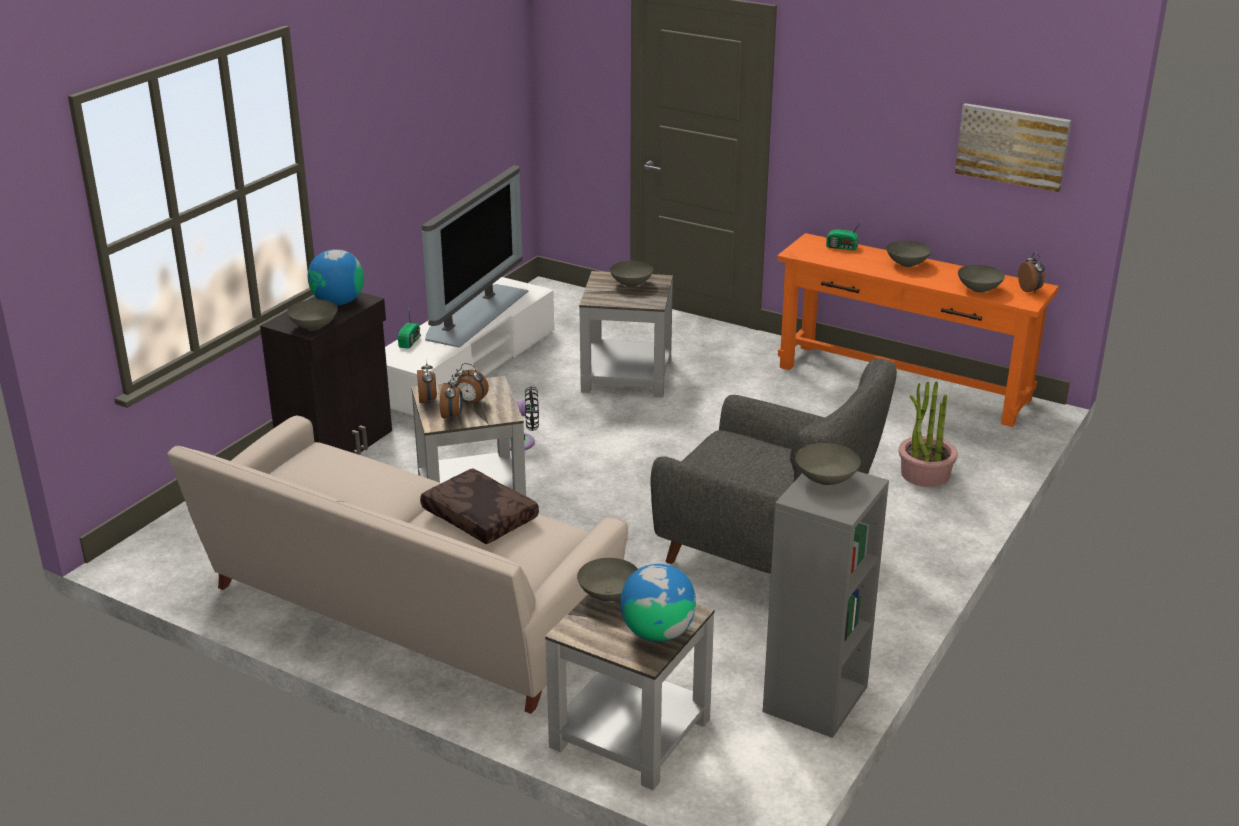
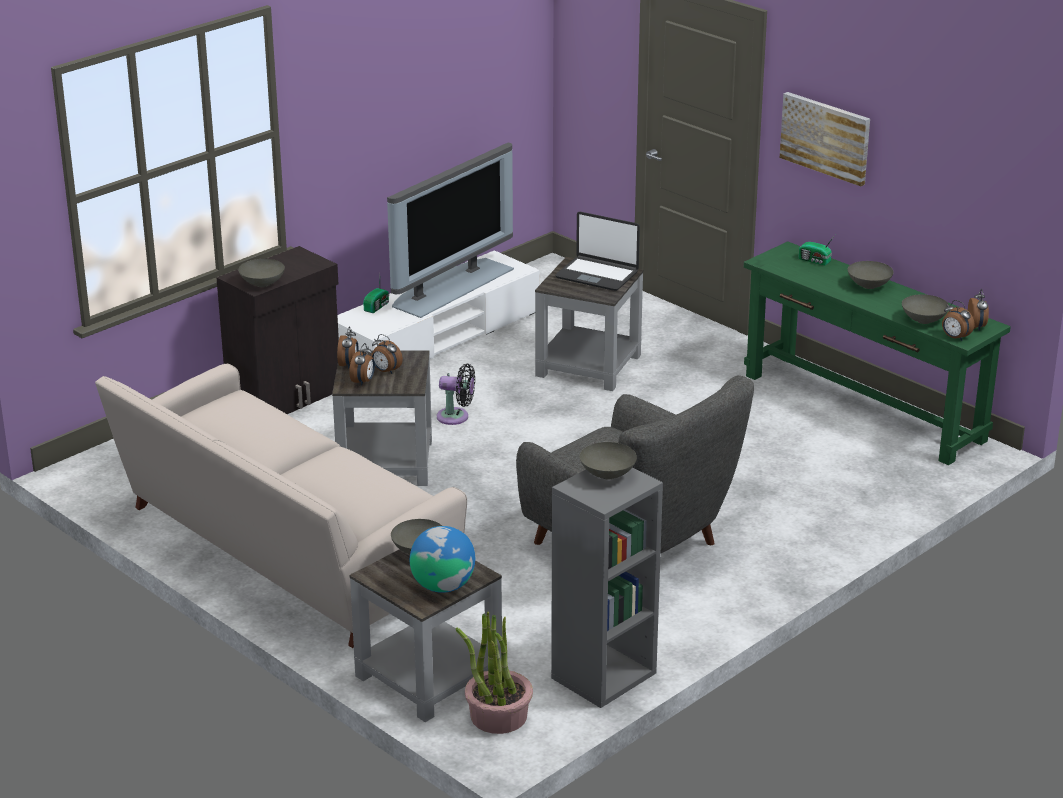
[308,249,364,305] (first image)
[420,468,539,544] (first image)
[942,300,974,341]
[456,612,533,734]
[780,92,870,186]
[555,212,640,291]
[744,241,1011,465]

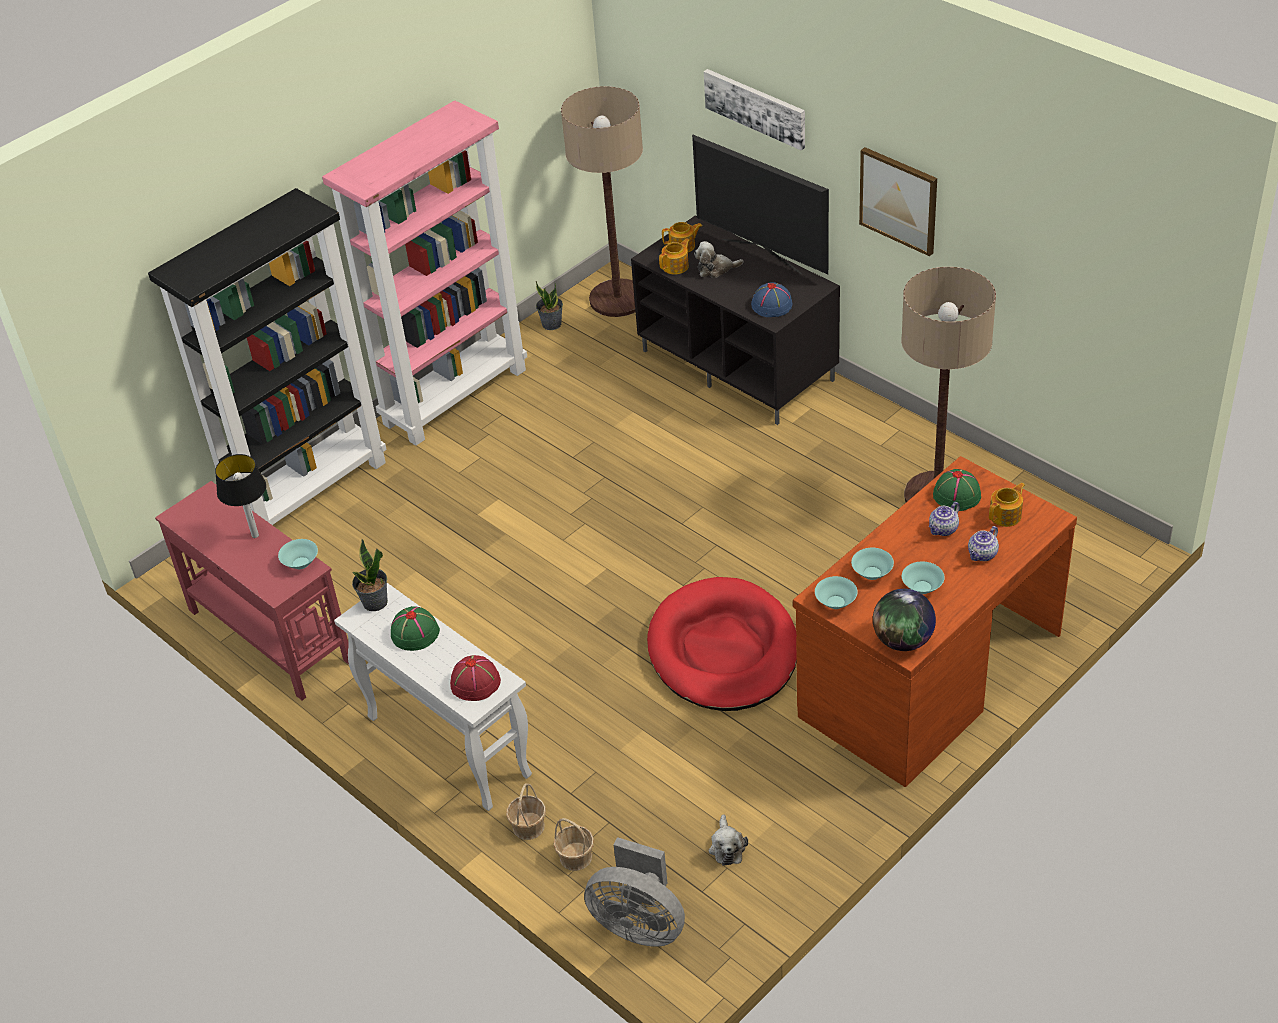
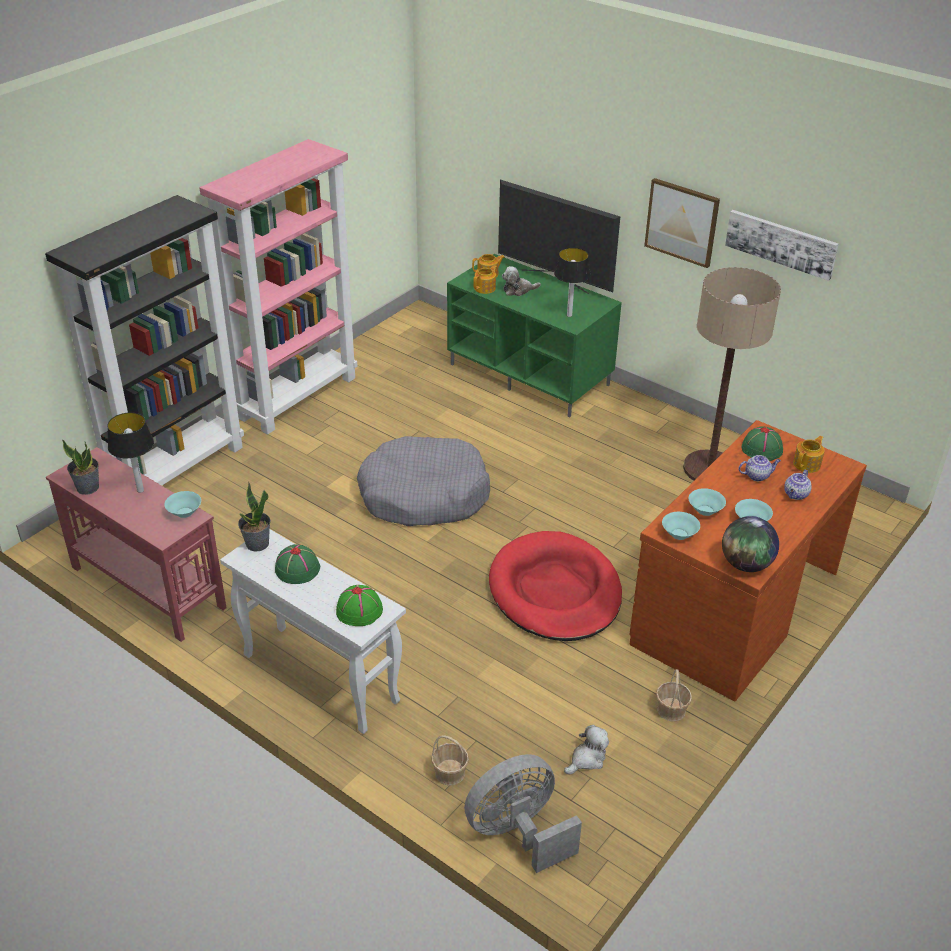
[561,86,643,317] (first image)
[357,436,490,526]
[656,669,692,721]
[62,439,99,495]
[725,210,839,281]
[554,248,591,317]
[336,585,383,626]
[447,254,622,418]
[464,754,582,873]
[564,725,609,775]
[738,455,781,481]

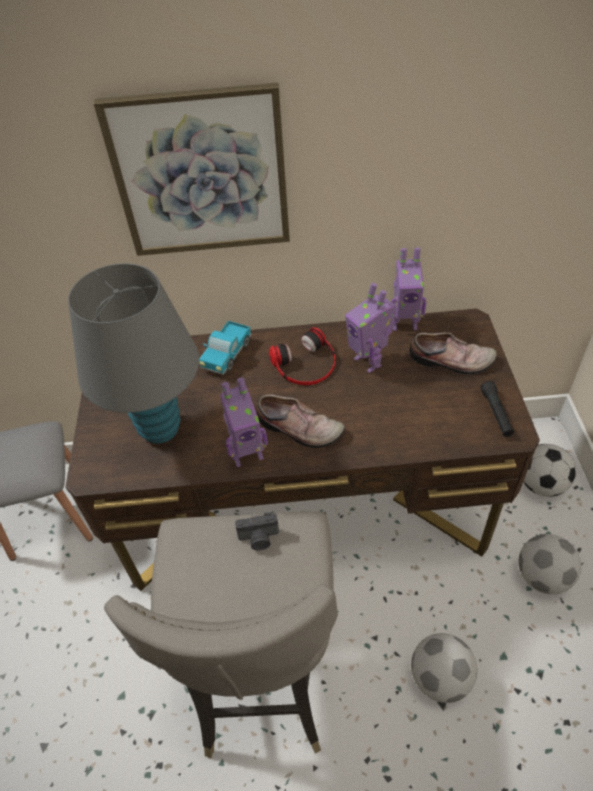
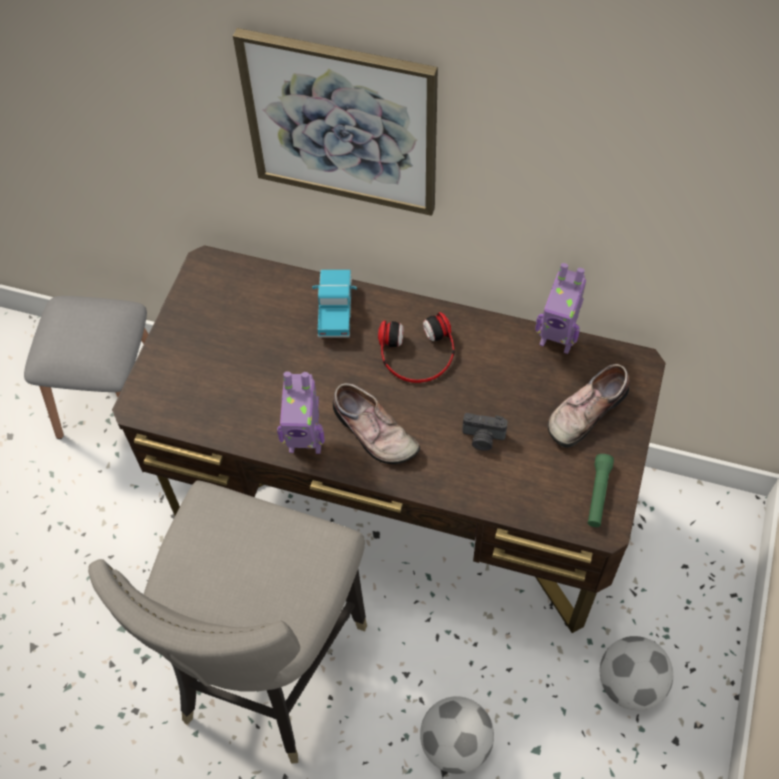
[68,263,199,444] (first image)
[345,283,396,373] (first image)
[523,444,576,497] (first image)
[462,413,508,451]
[588,454,614,527]
[312,270,357,338]
[548,364,630,448]

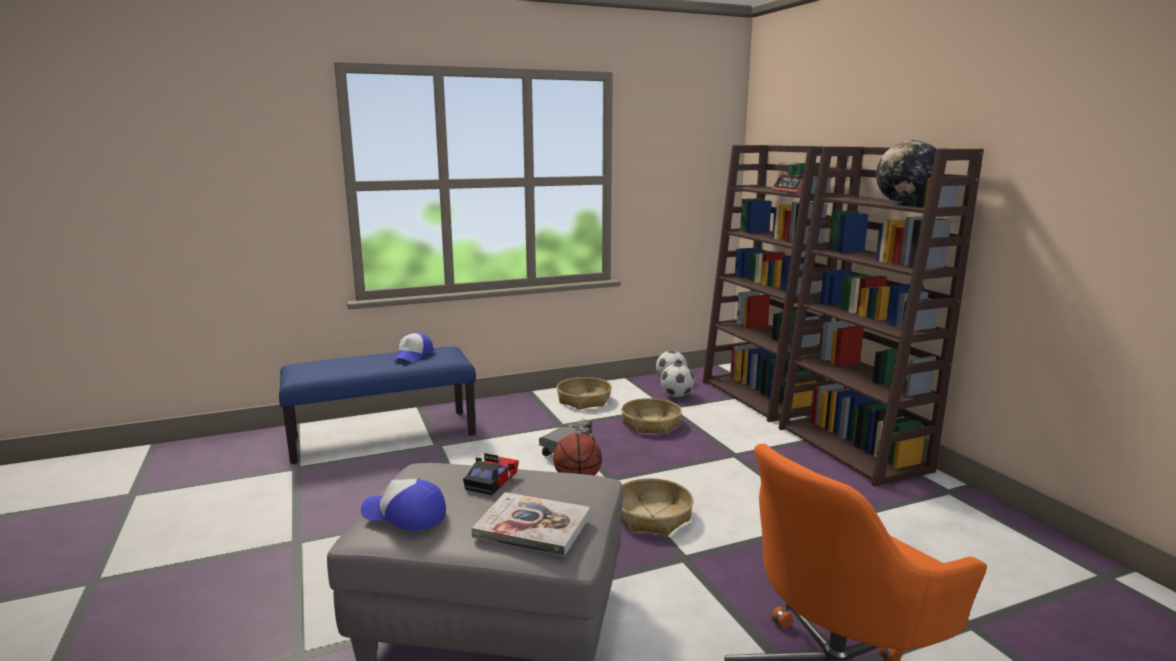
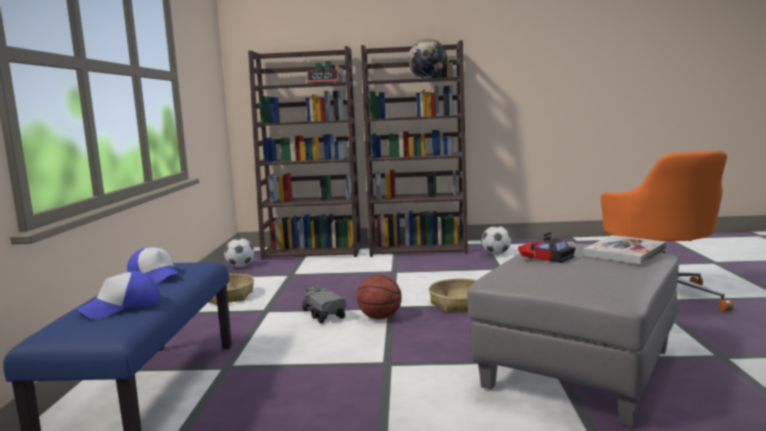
[621,398,682,435] (first image)
[77,271,160,319]
[482,226,511,255]

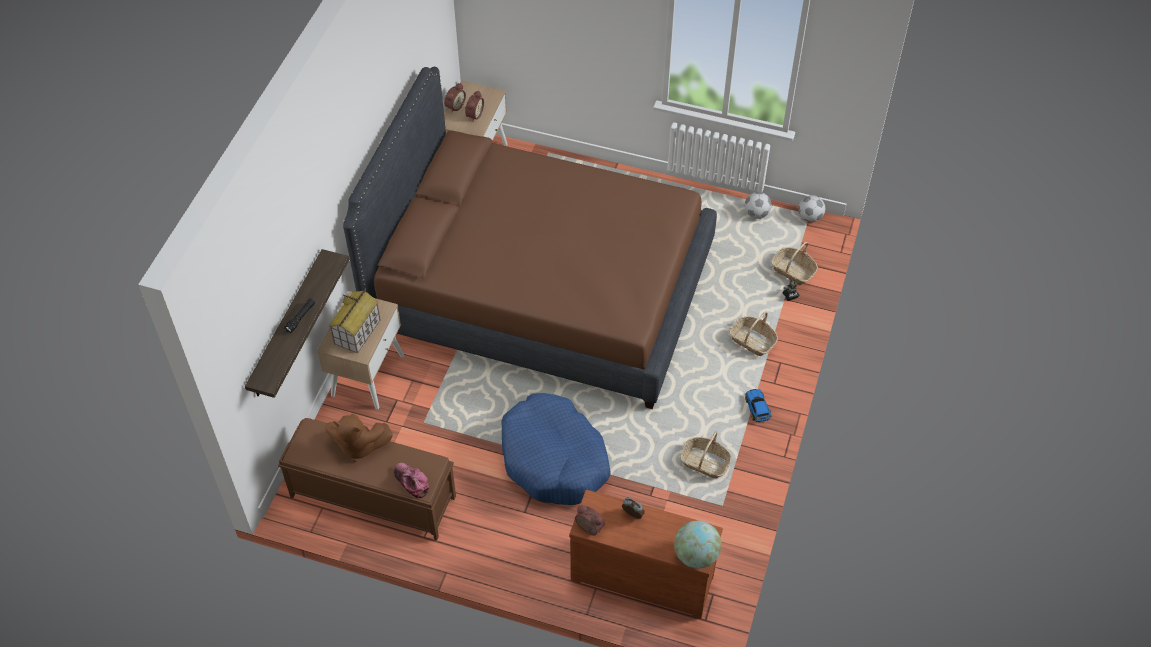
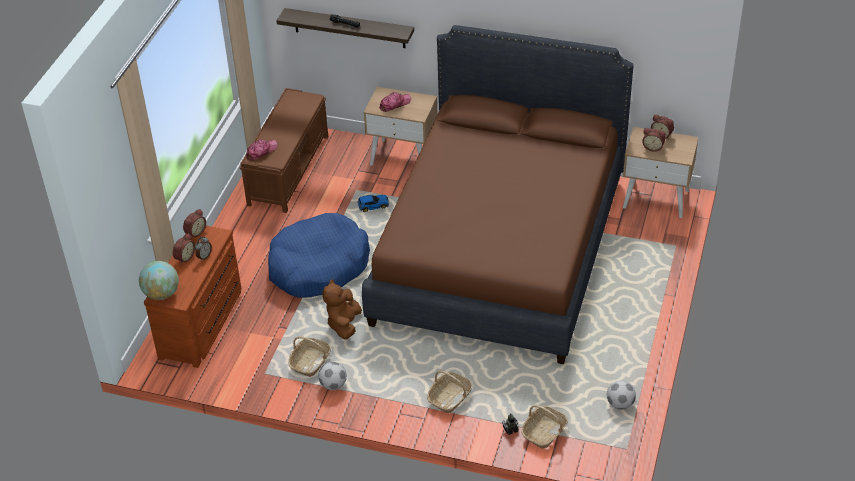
[173,233,195,264]
[322,279,362,339]
[358,195,389,212]
[318,362,347,390]
[379,92,411,112]

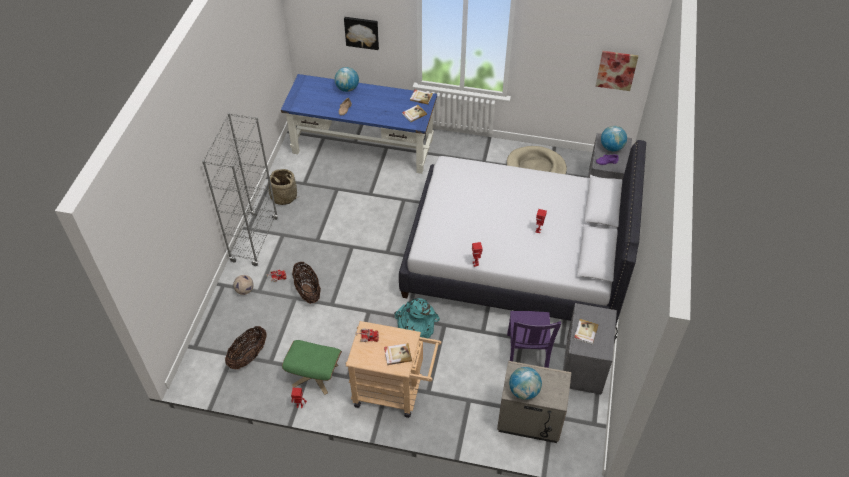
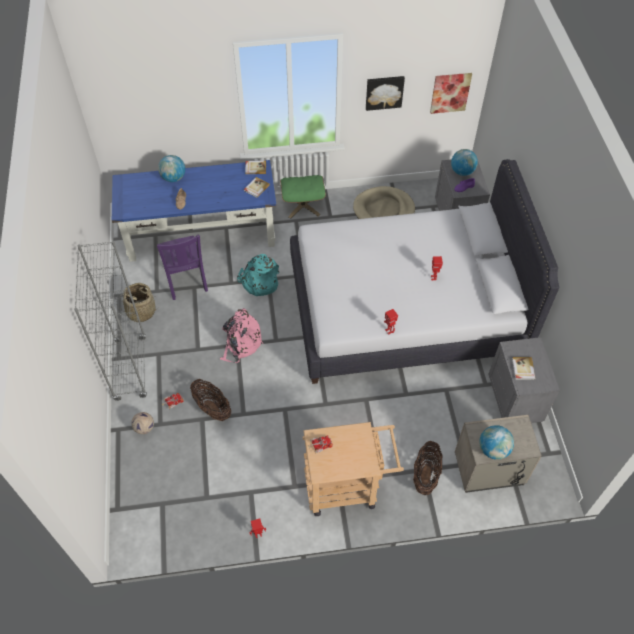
[384,343,412,365] (first image)
[220,308,263,363]
[413,441,443,495]
[280,175,326,218]
[366,76,405,111]
[237,254,279,296]
[157,234,208,300]

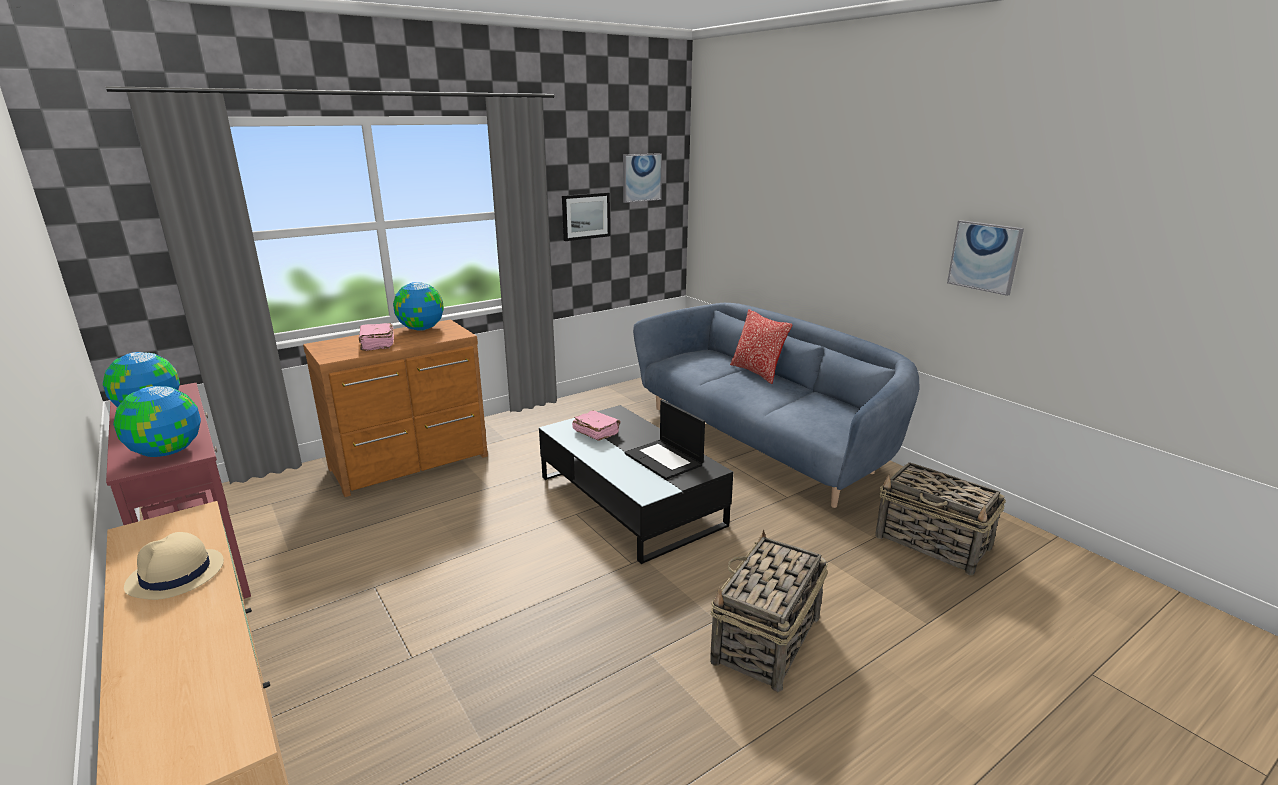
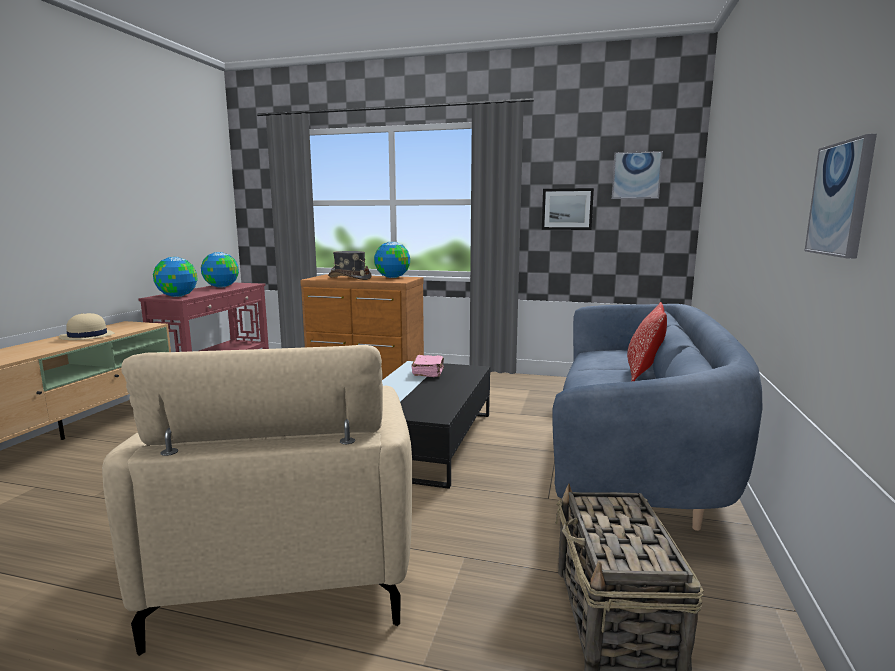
[625,400,705,480] (first image)
[328,251,372,280]
[102,345,412,656]

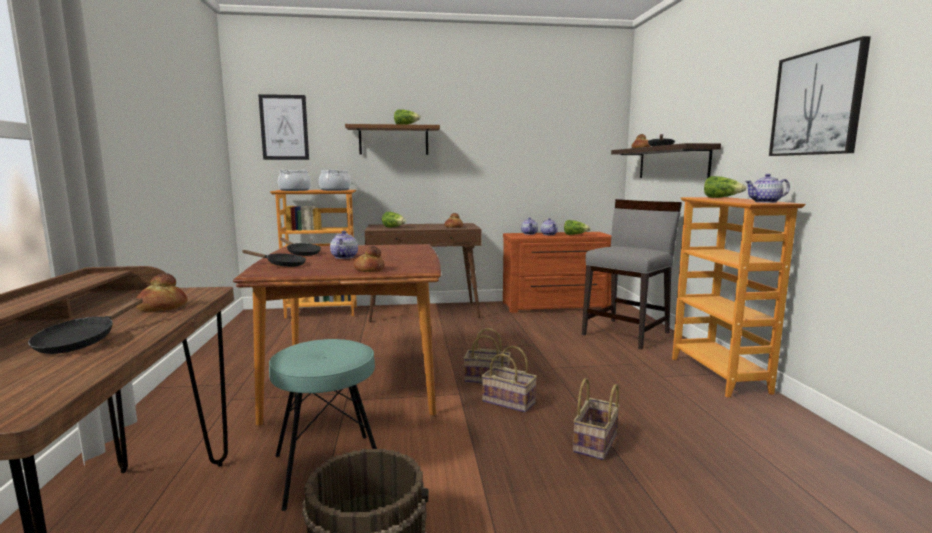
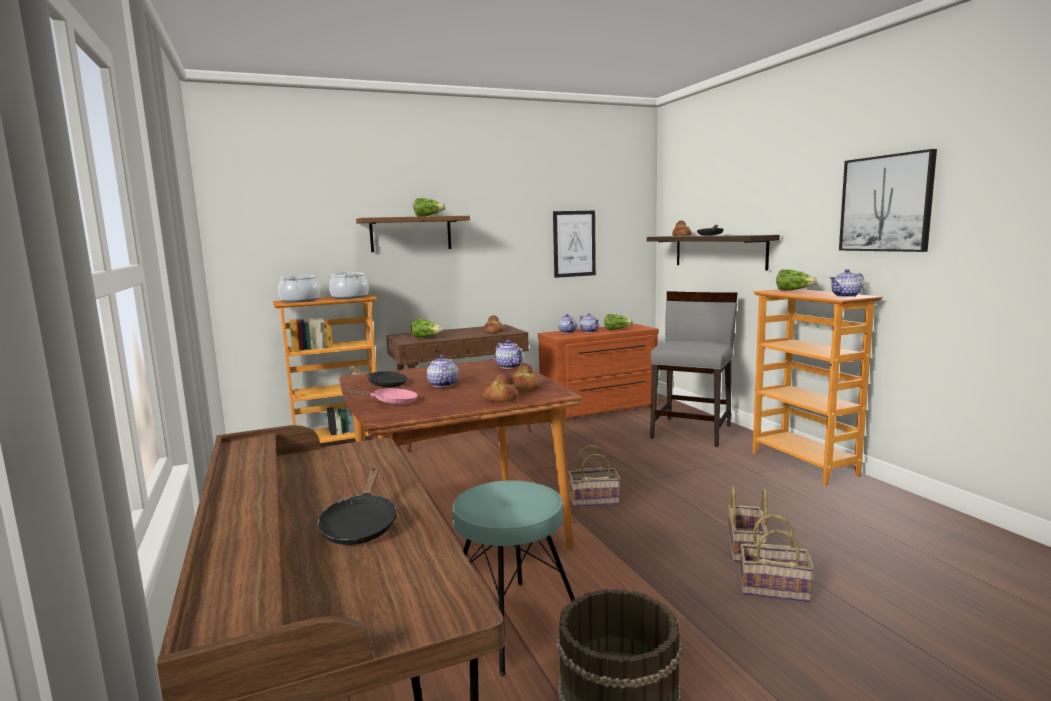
[495,340,523,369]
[513,363,541,392]
[553,211,596,278]
[740,514,814,602]
[341,388,418,404]

